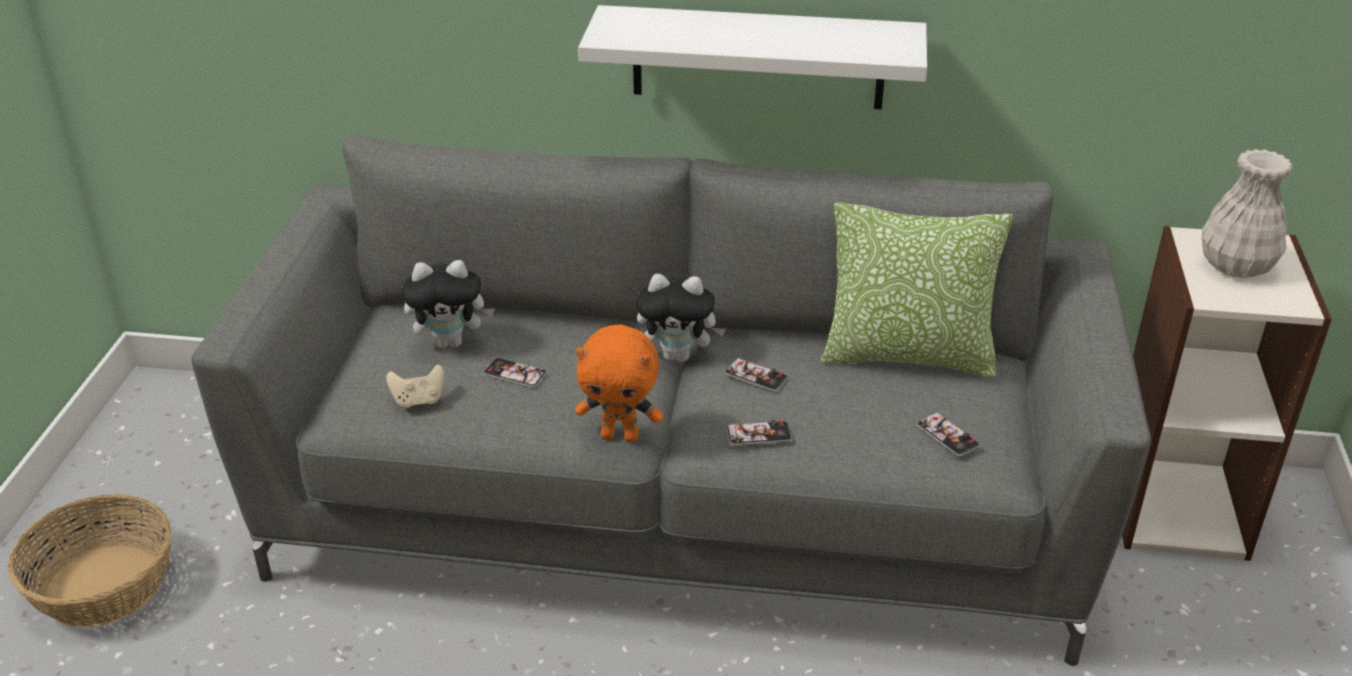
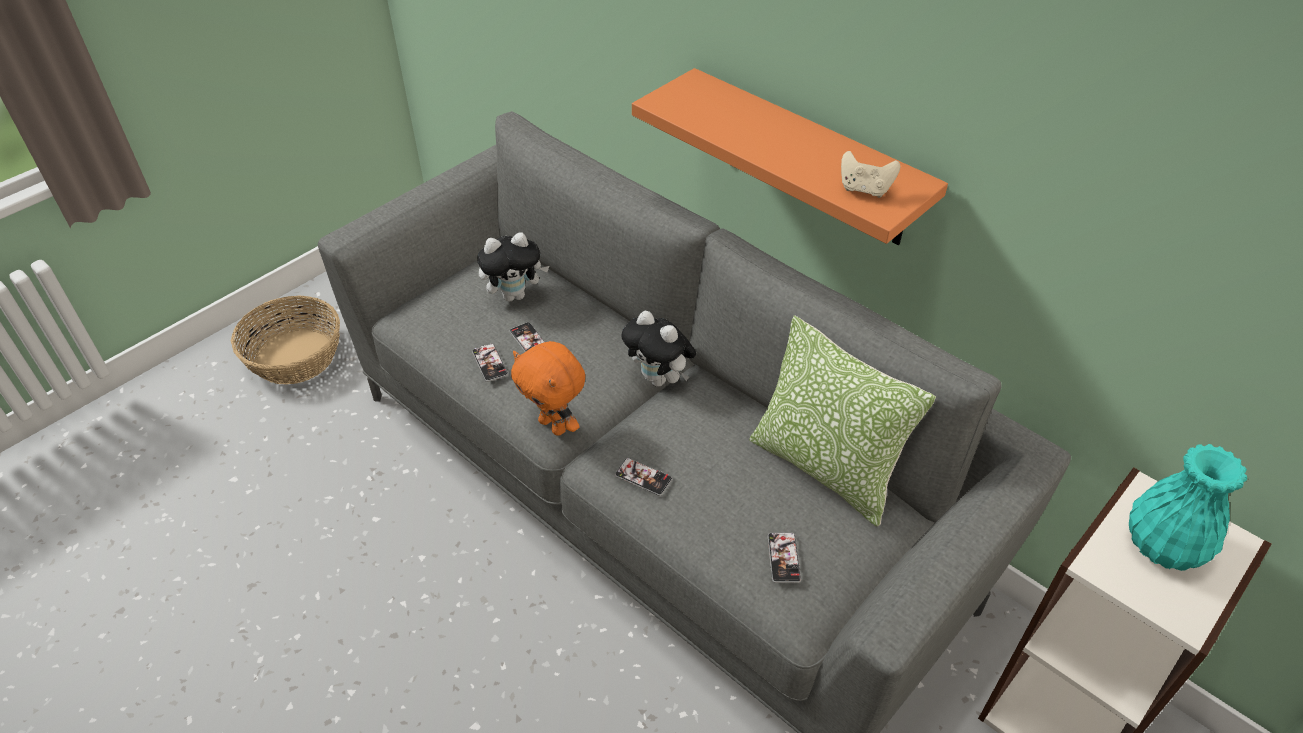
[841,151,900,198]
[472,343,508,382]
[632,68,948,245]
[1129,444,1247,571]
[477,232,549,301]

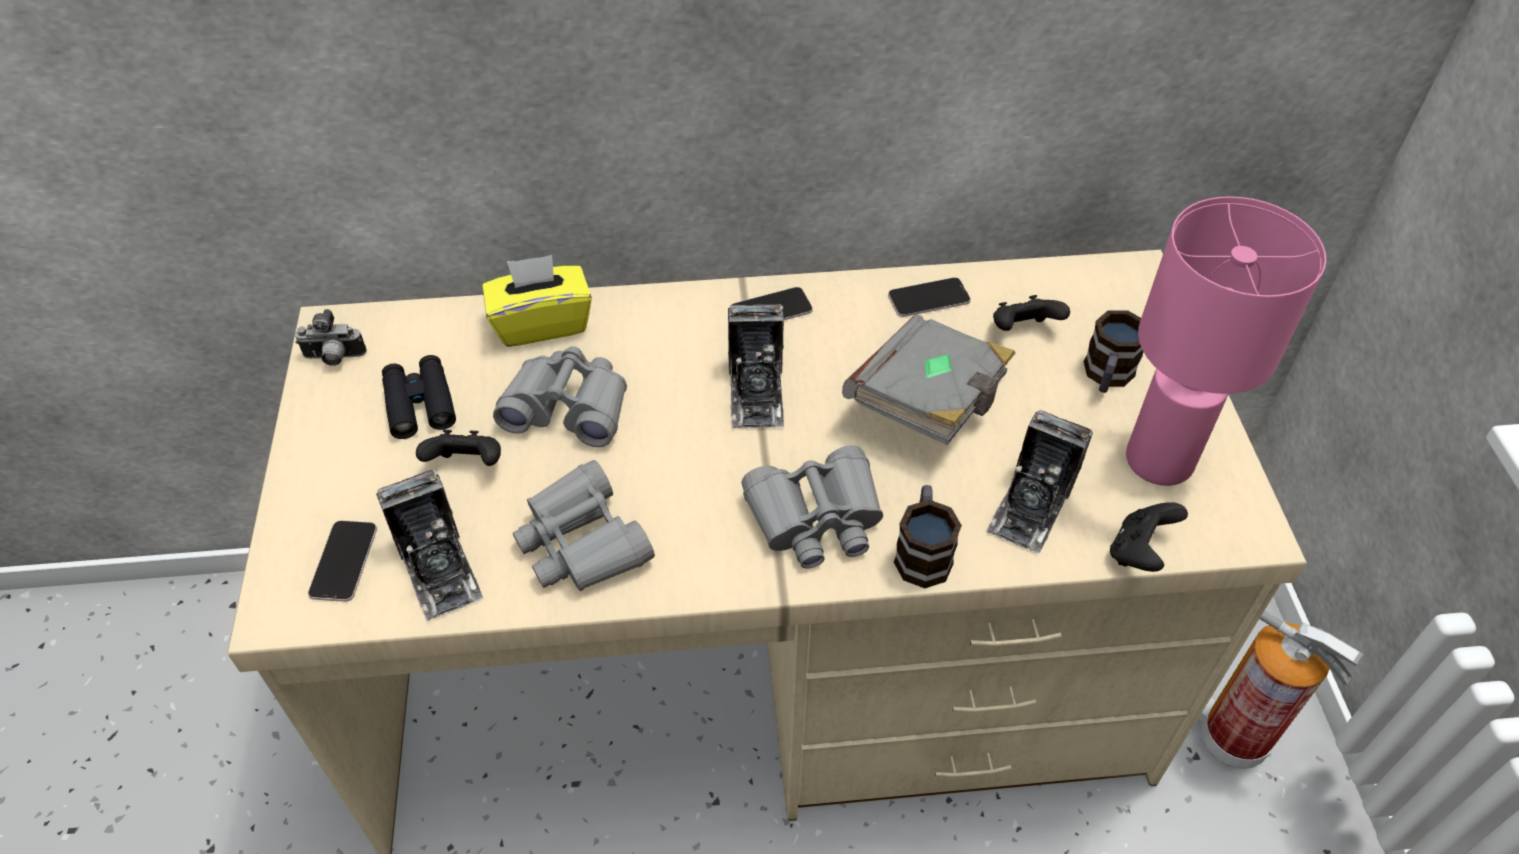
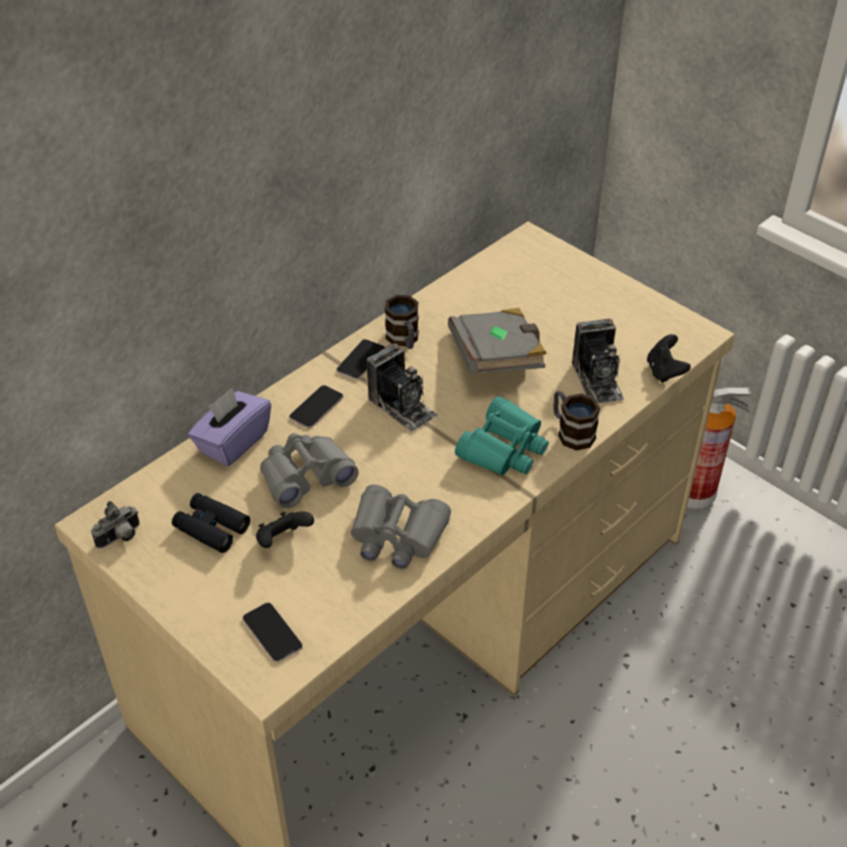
[376,469,483,622] (first image)
[993,295,1070,331] (first image)
[1126,196,1326,486] (first image)
[289,385,343,428]
[385,295,419,349]
[188,388,271,467]
[455,396,549,476]

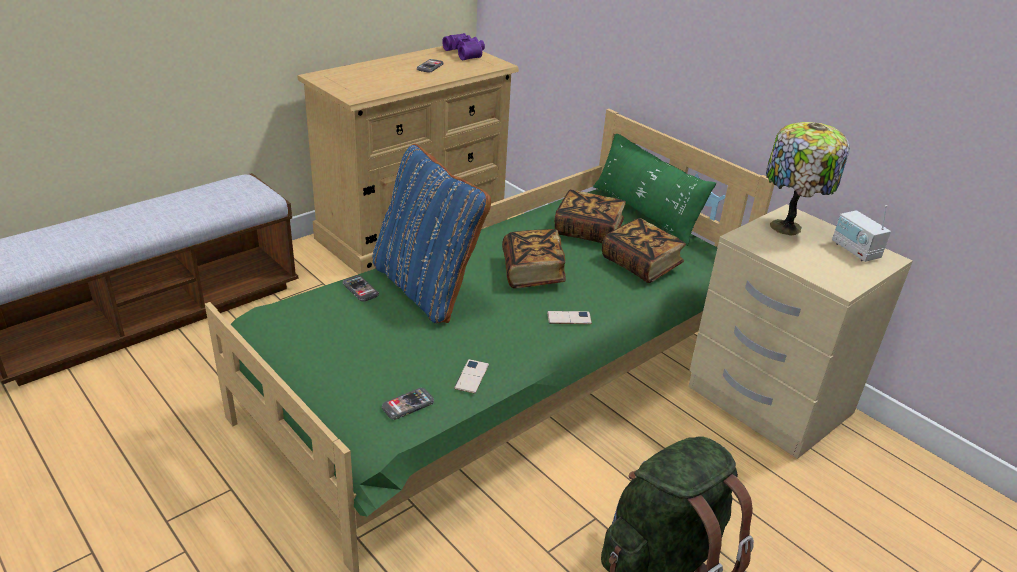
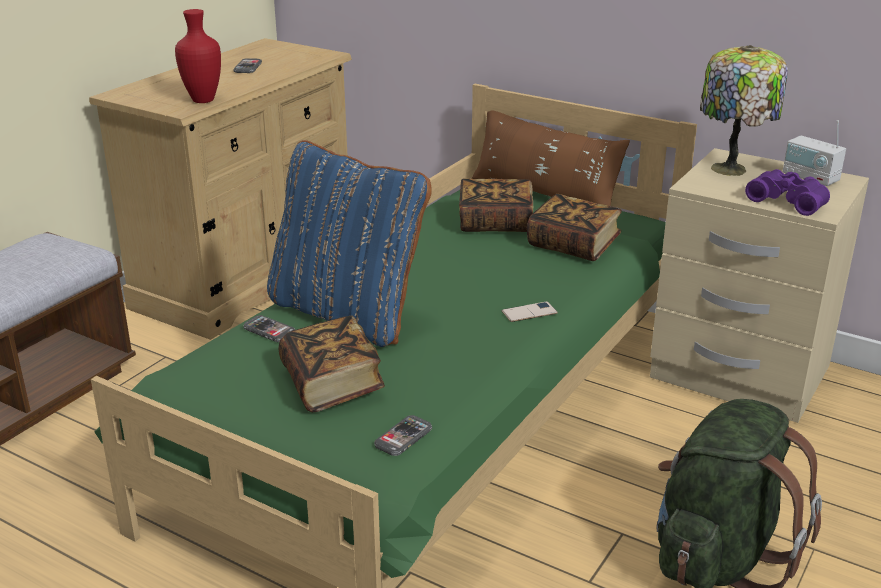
[454,359,489,394] (first image)
[175,9,221,103]
[745,169,830,216]
[279,316,385,412]
[472,110,630,206]

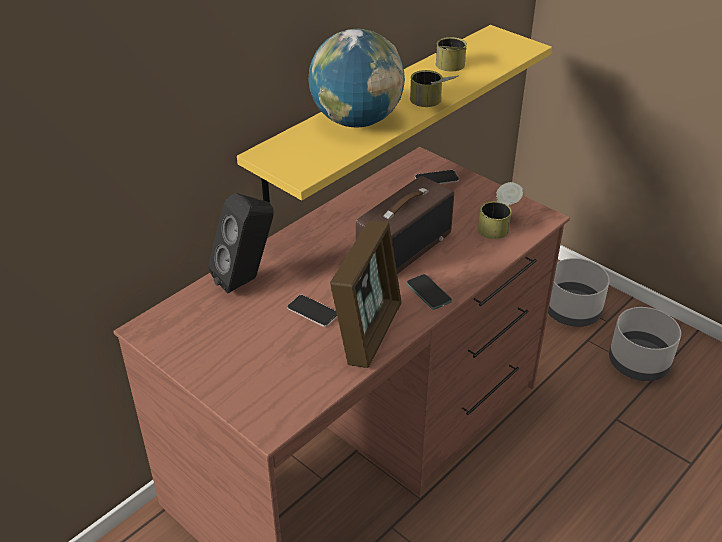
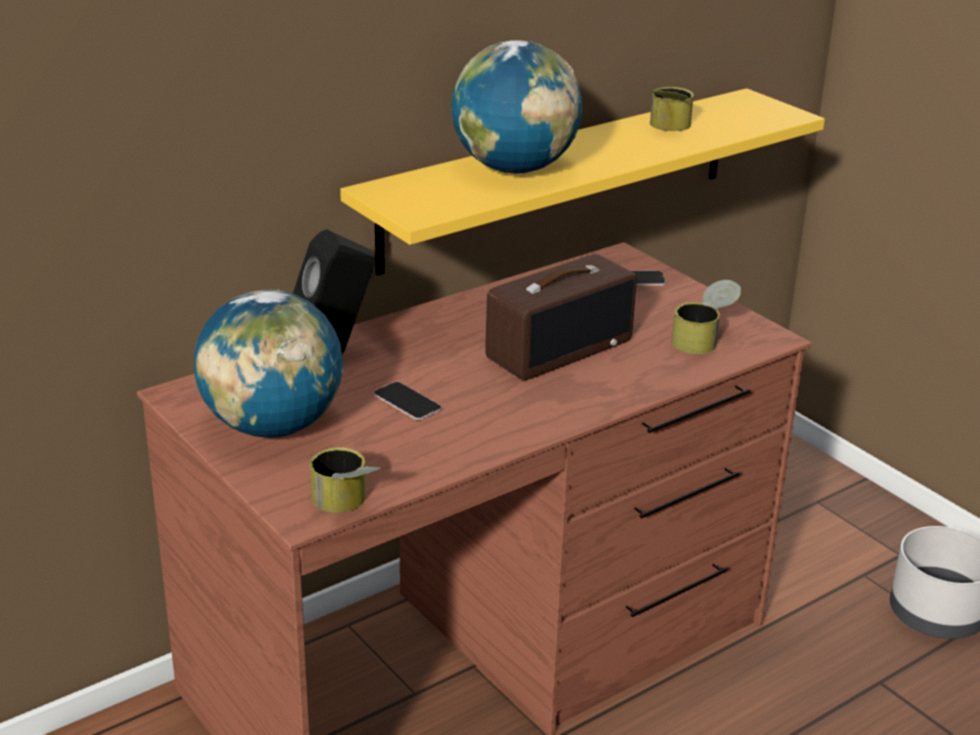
[330,221,401,368] (first image)
[406,274,452,310] (first image)
[548,258,610,327] (first image)
[194,289,343,437]
[310,447,381,513]

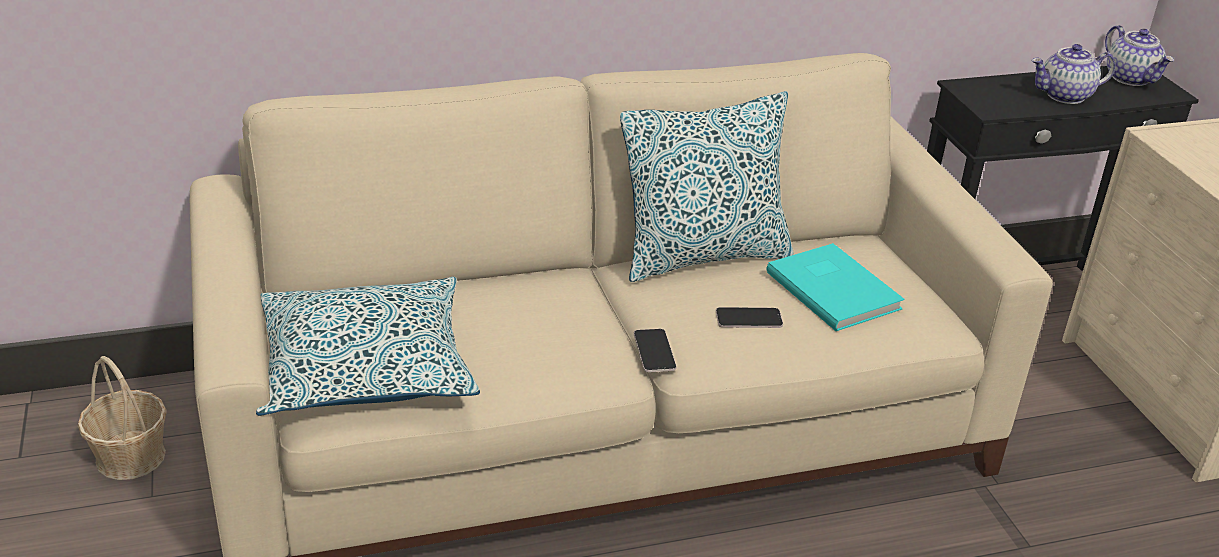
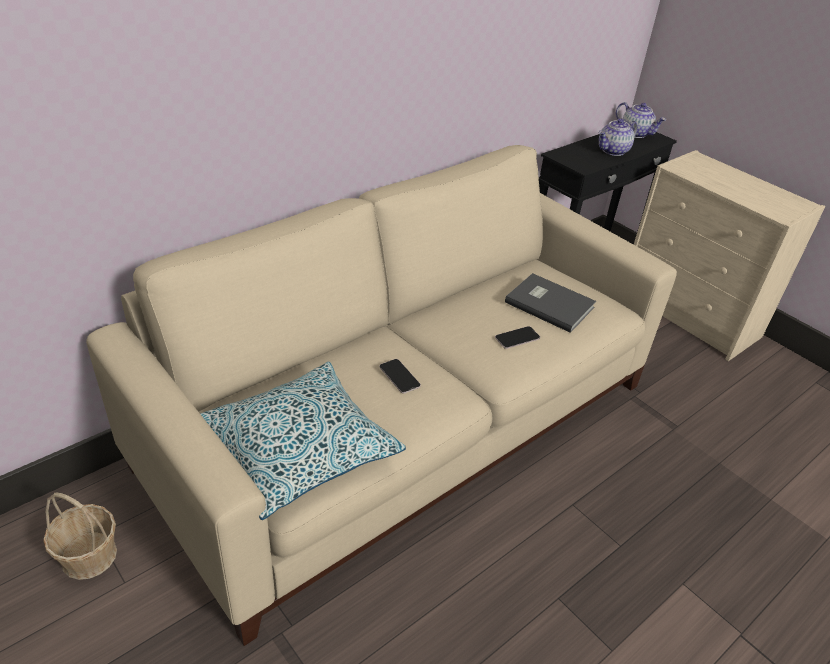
[620,91,794,282] (first image)
[379,359,421,394]
[505,273,596,333]

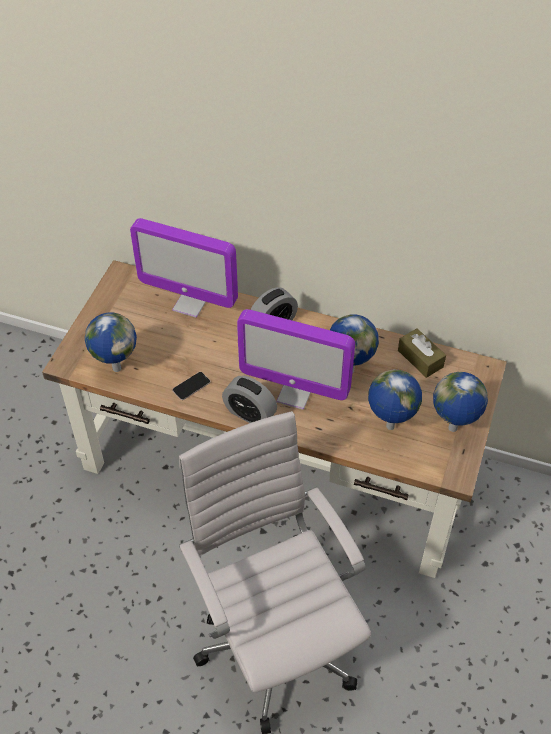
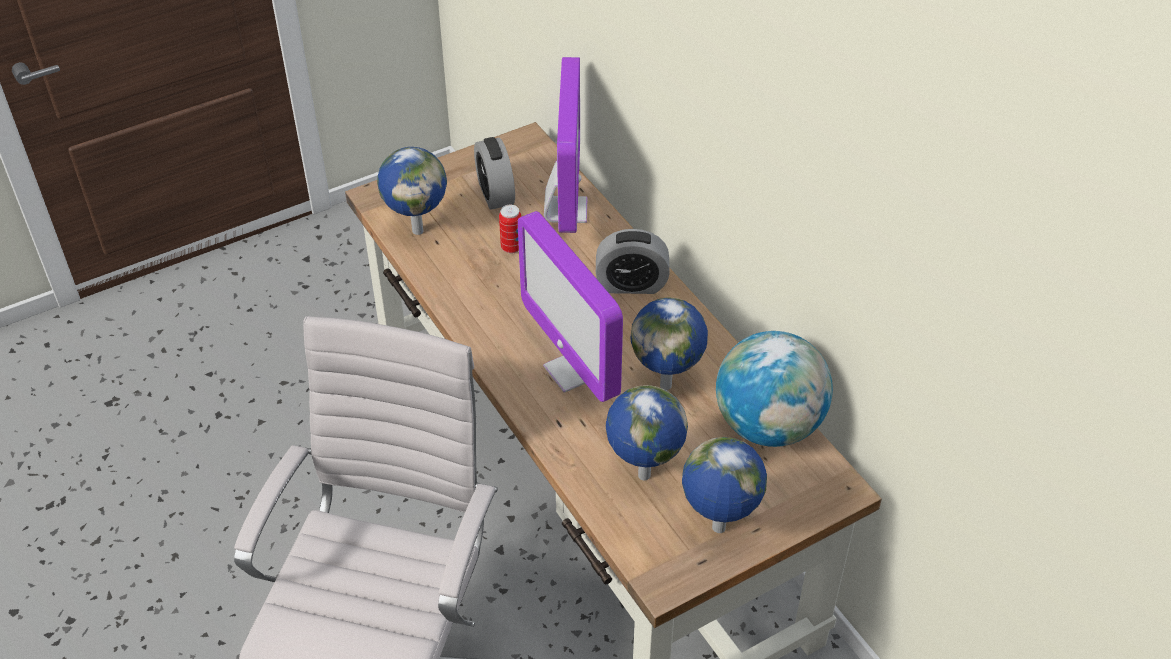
[172,372,210,400] (first image)
[499,204,521,254]
[474,137,515,210]
[716,331,833,447]
[544,57,587,233]

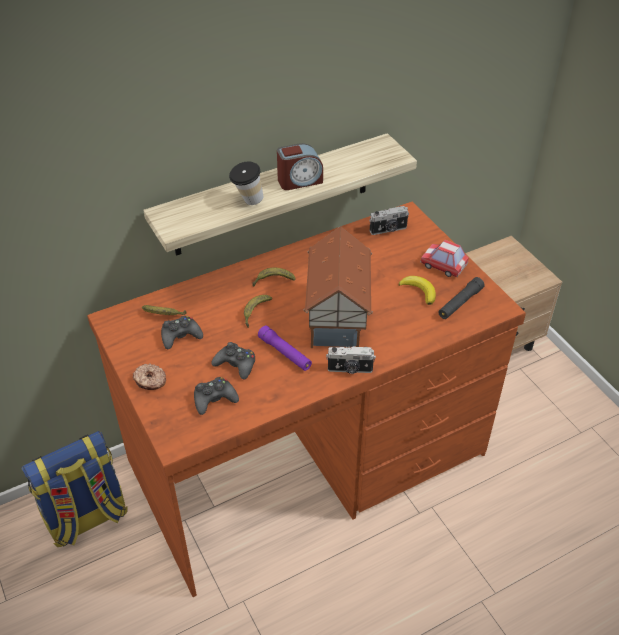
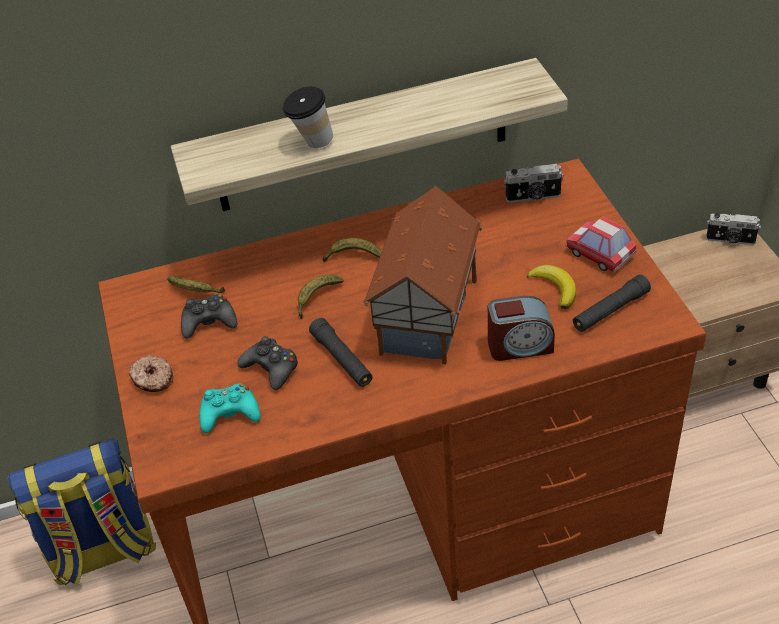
[488,296,555,361]
[706,213,761,245]
[199,384,261,433]
[309,318,373,387]

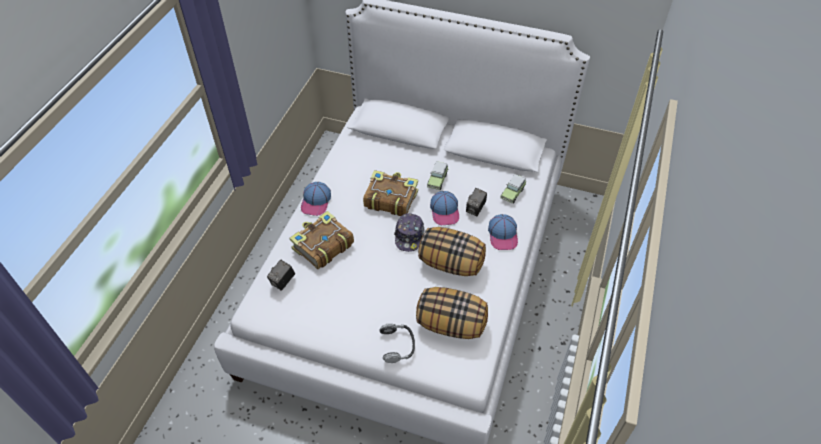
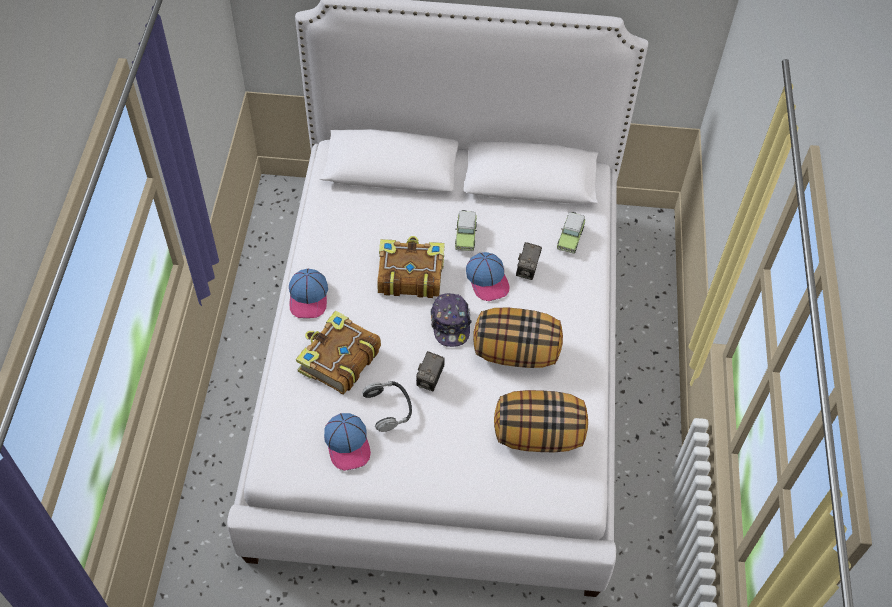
[416,351,445,391]
[362,381,412,432]
[324,413,371,471]

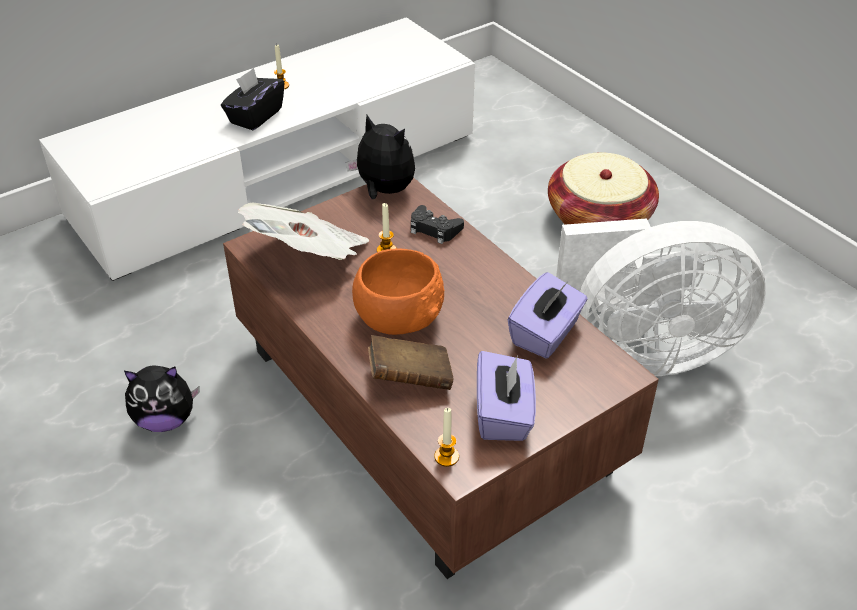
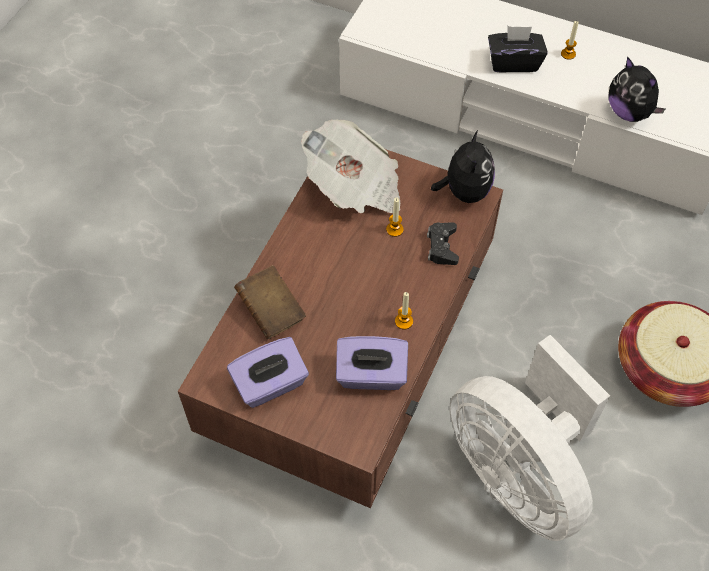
[352,249,445,335] (first image)
[608,56,665,122]
[395,292,413,329]

